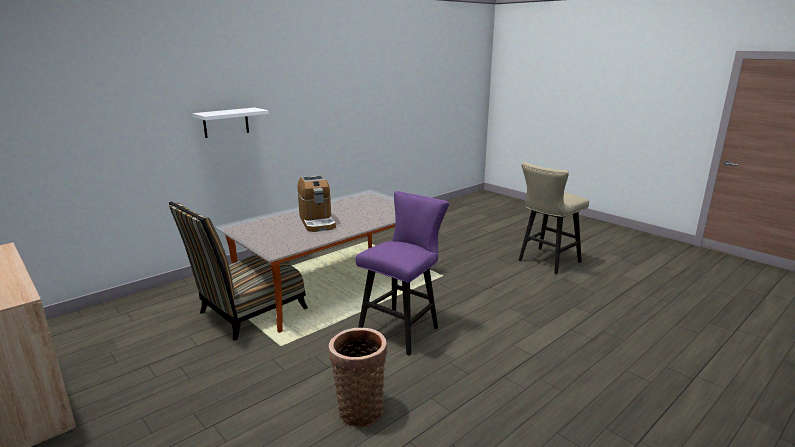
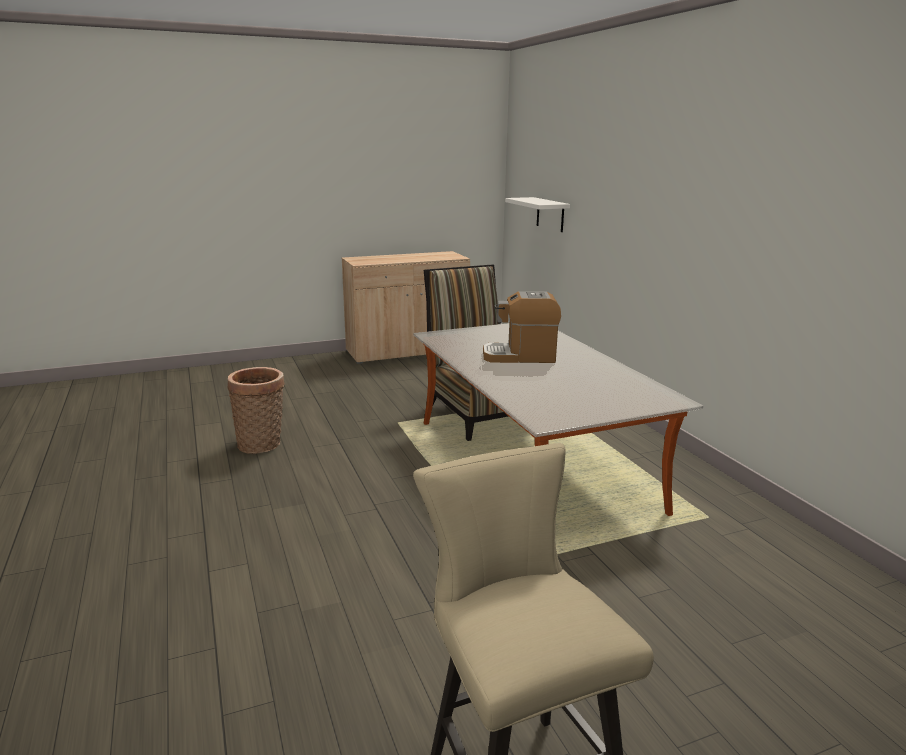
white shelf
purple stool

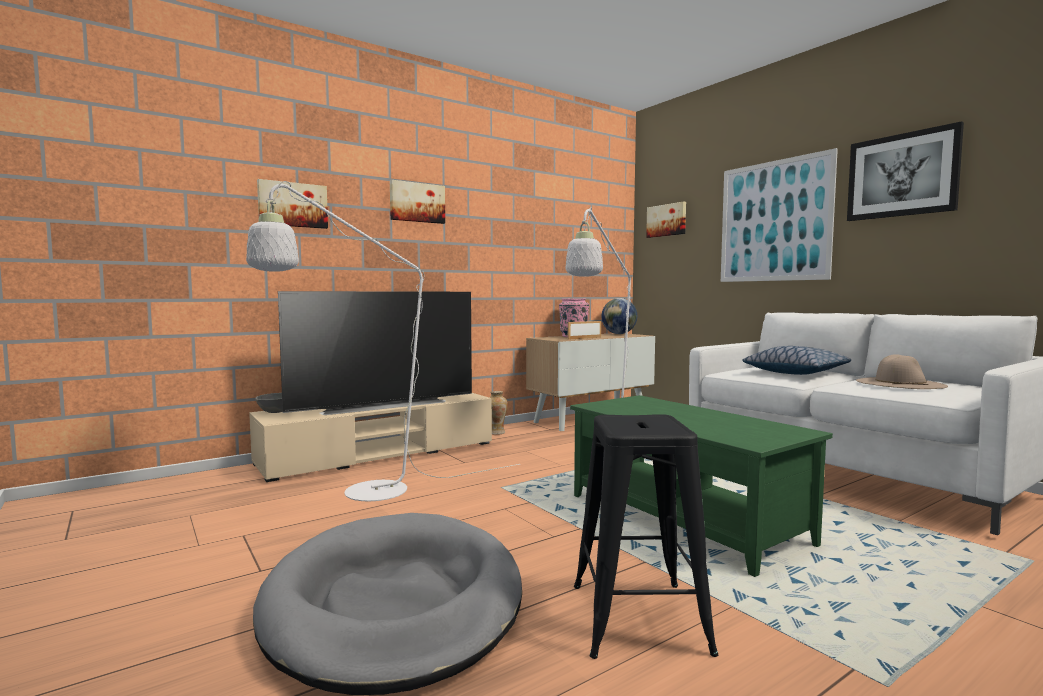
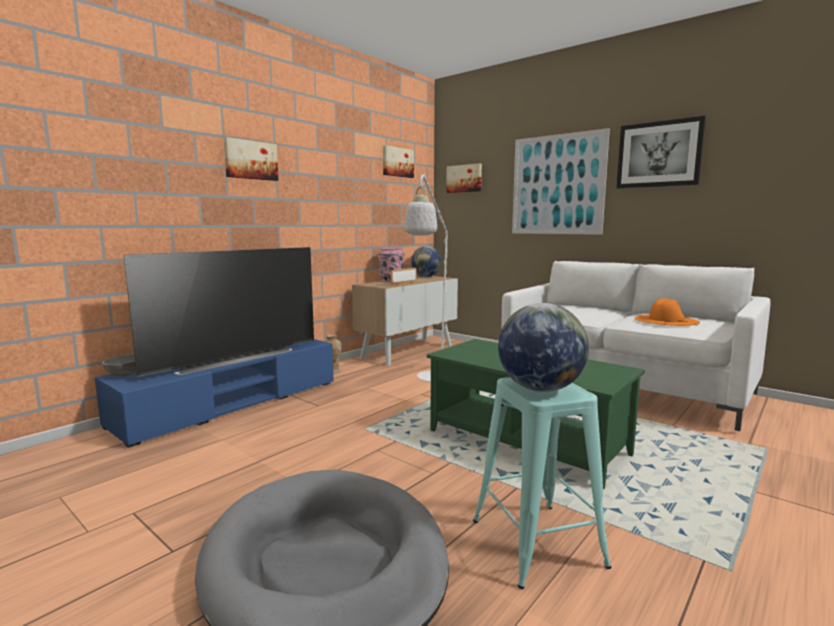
picture (no. 2 from left)
white floor lamp (no. 1 from left in the first image)
pillow
orange hat
blue tv stand
turquoise stool
globe (no. 2 from left)

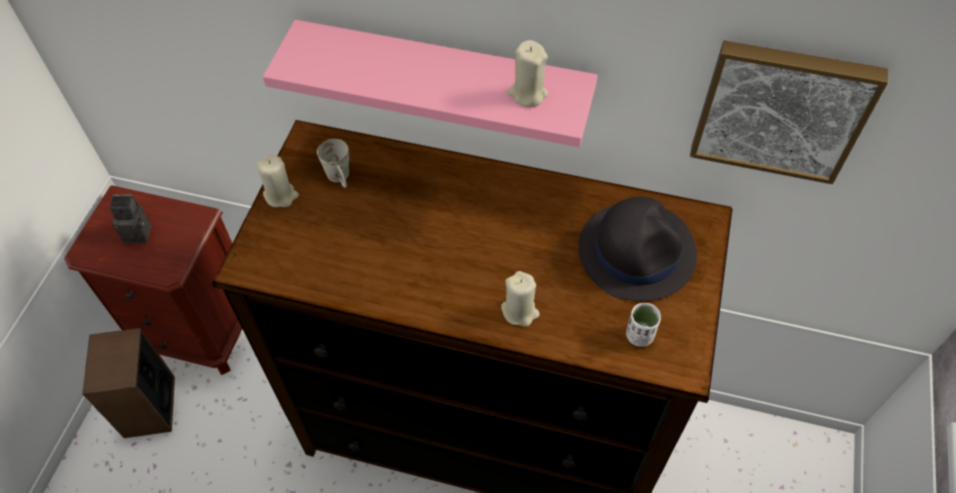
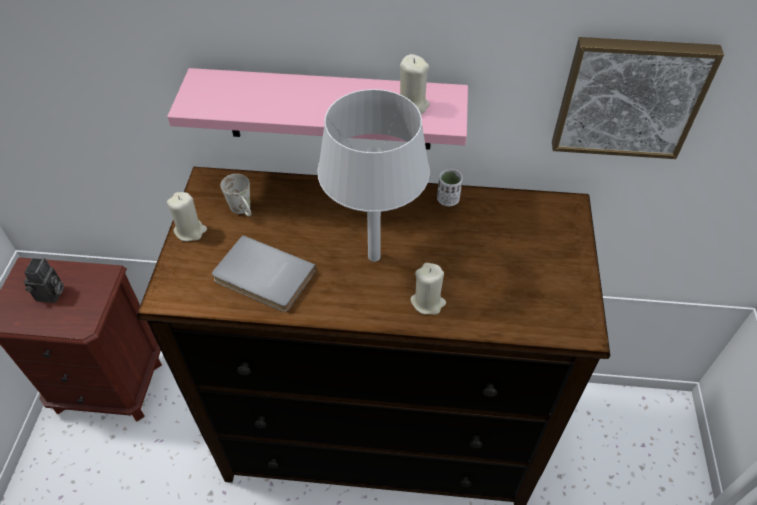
photo camera
black hat
white cup
speaker
grey table lamp
grey book

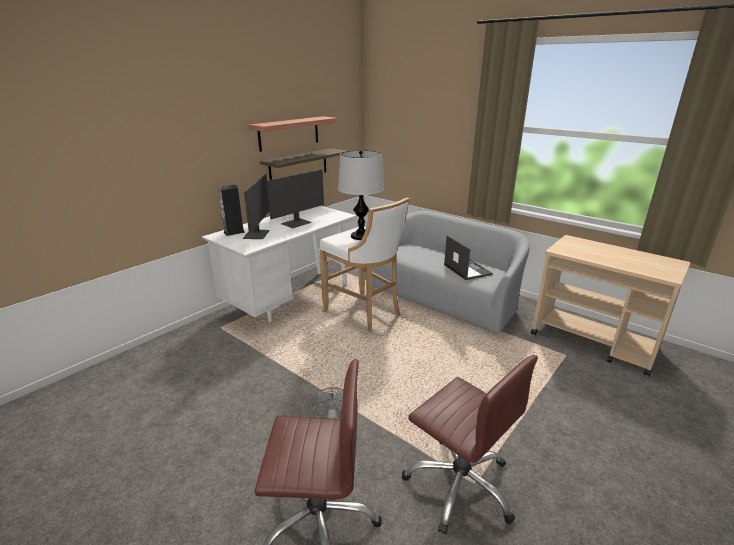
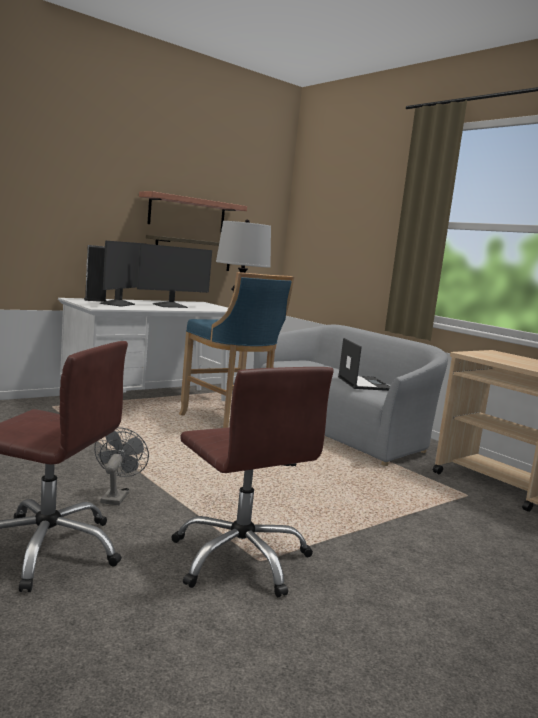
blue stool

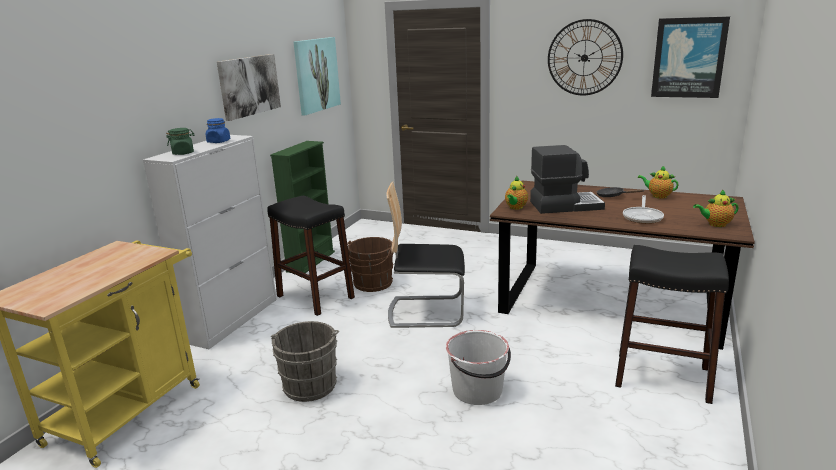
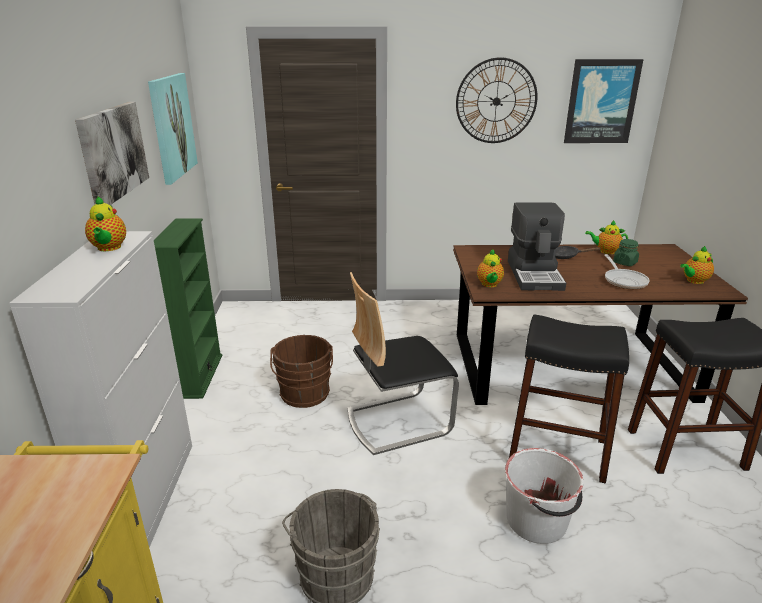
teapot (no. 1 from left)
green jar
coffee machine
black stool (no. 1 from left)

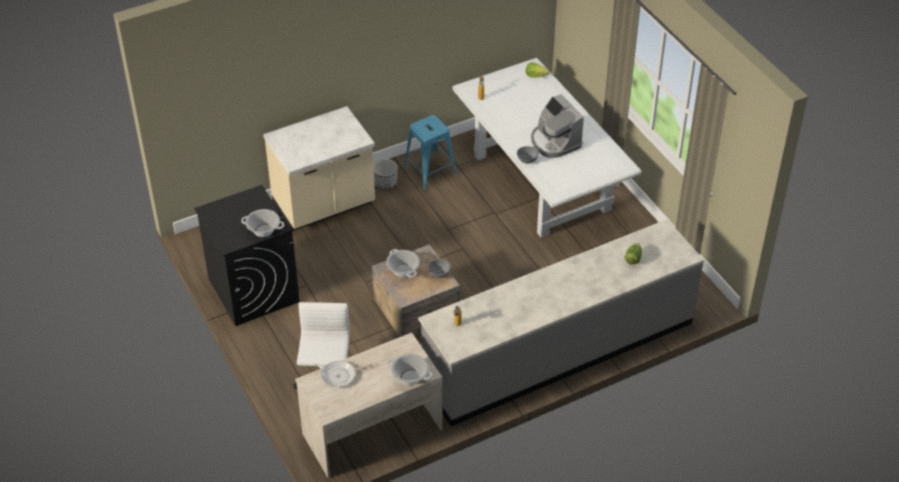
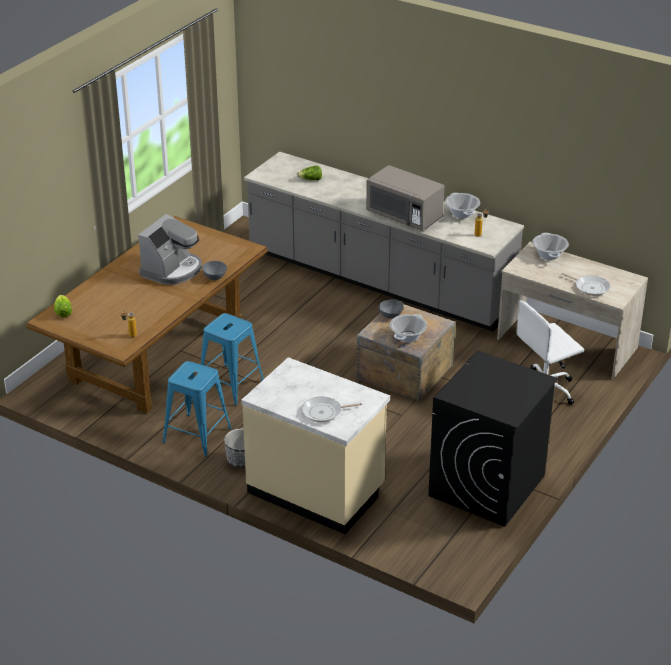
brown dining table
cooking pot (no. 2 from left)
grey microwave
blue stool (no. 2 from left)
frying pan (no. 1 from left)

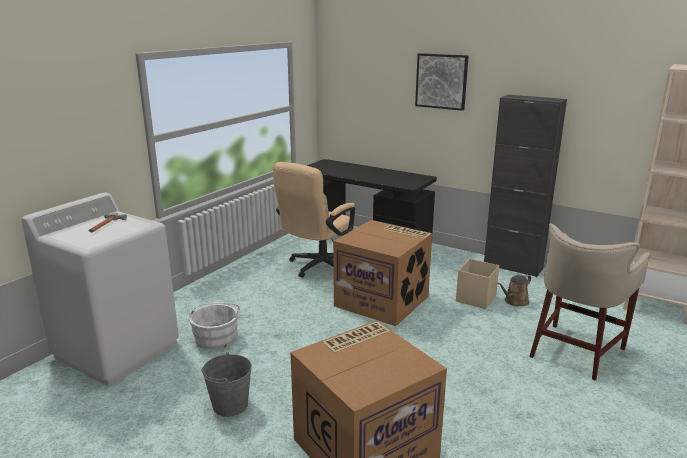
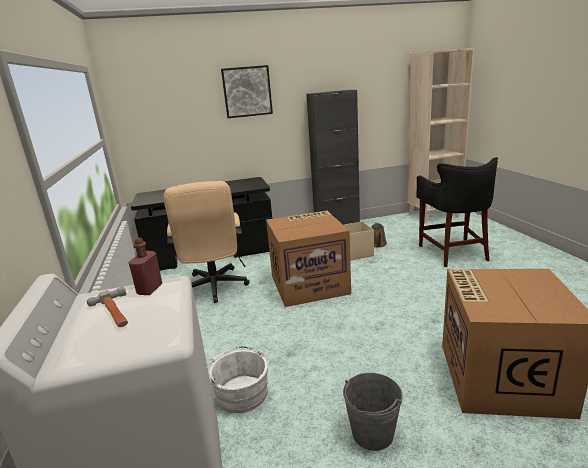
black stool
red bottle

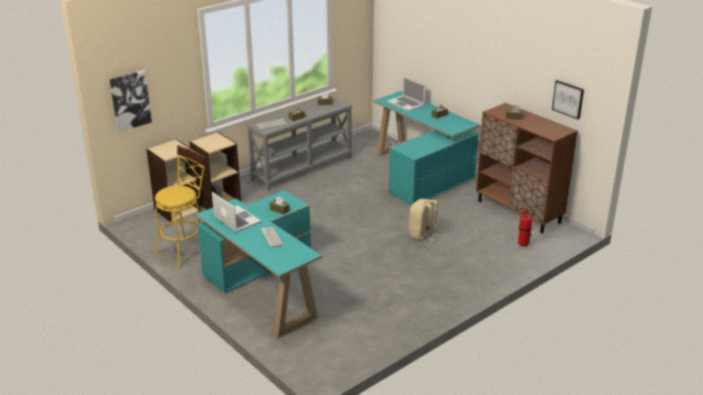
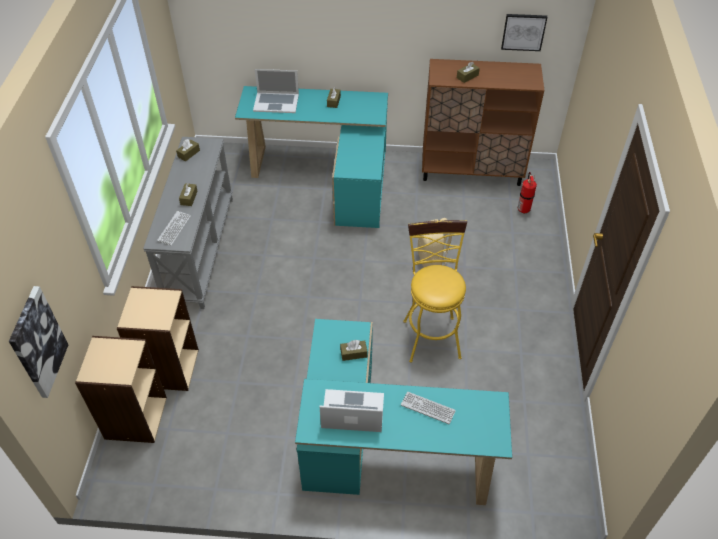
yellow stool

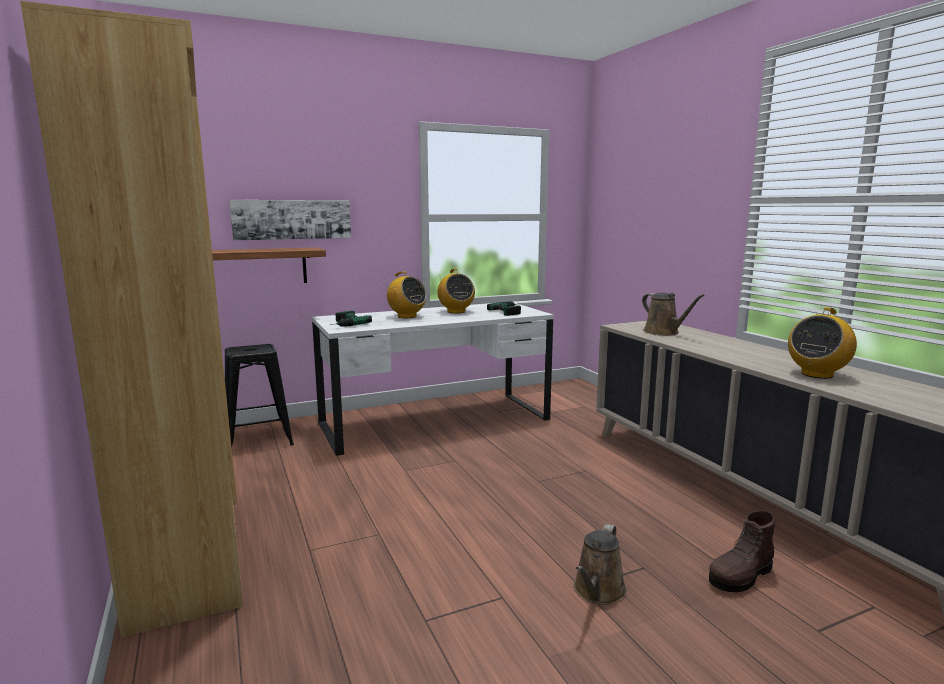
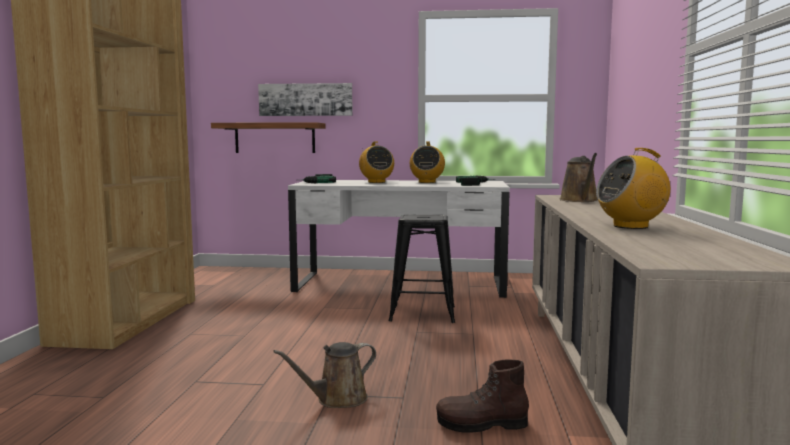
black stool

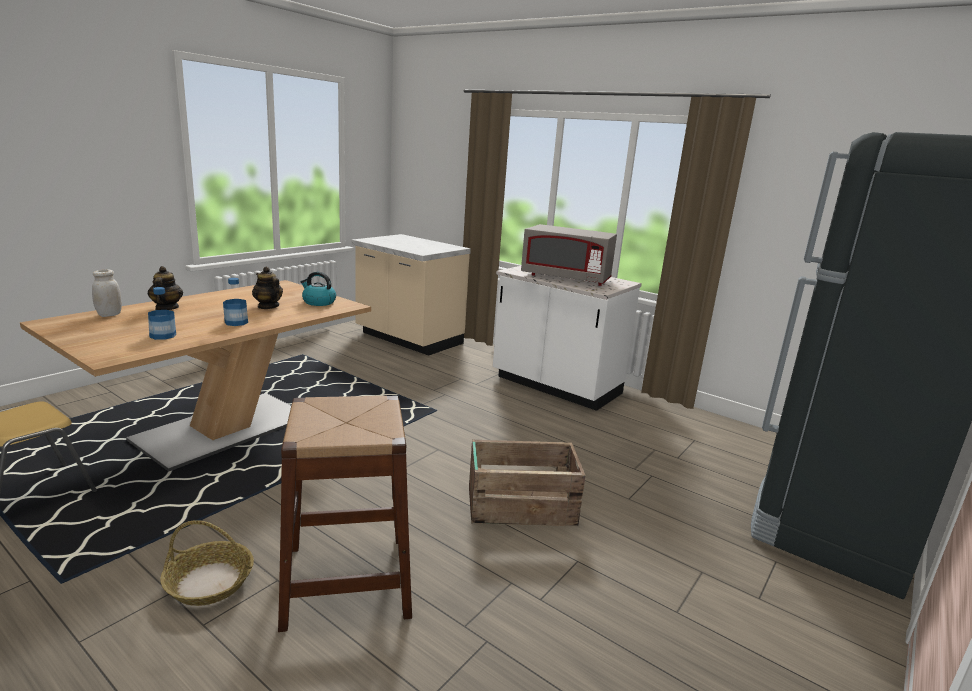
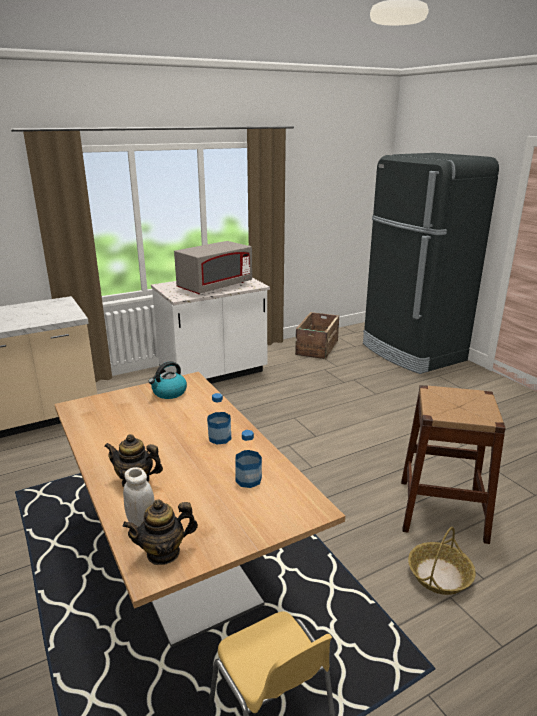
teapot (no. 2 from left)
crate

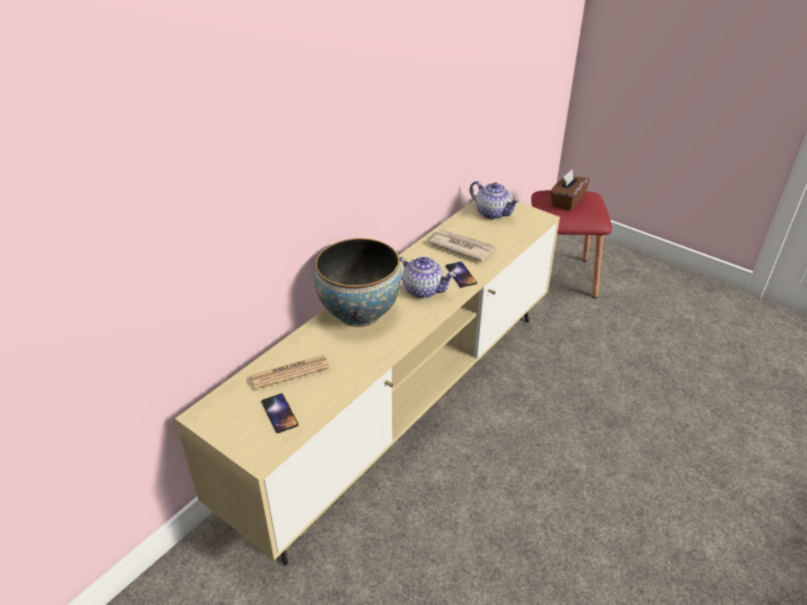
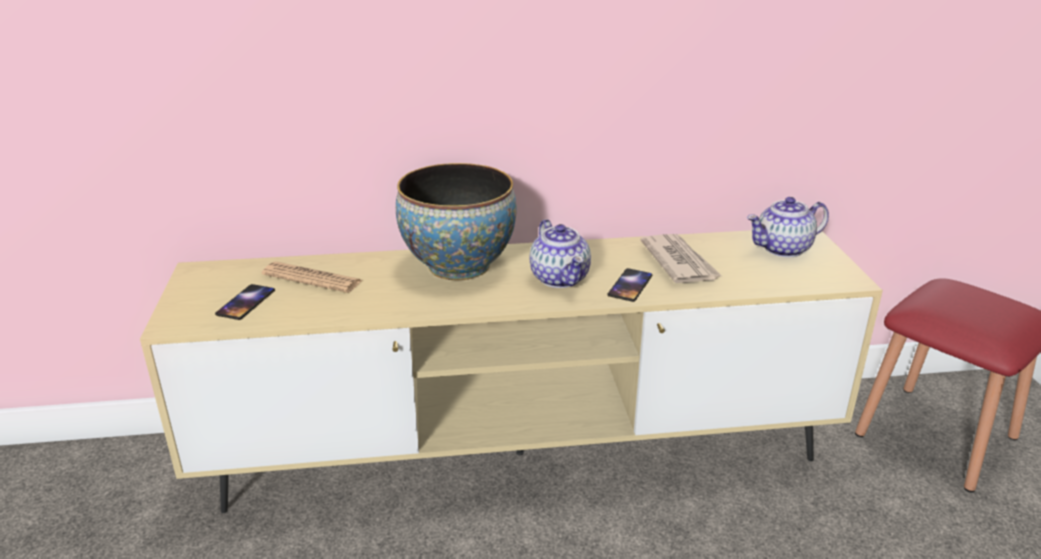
brown tissue box
teapot (no. 2 from left)

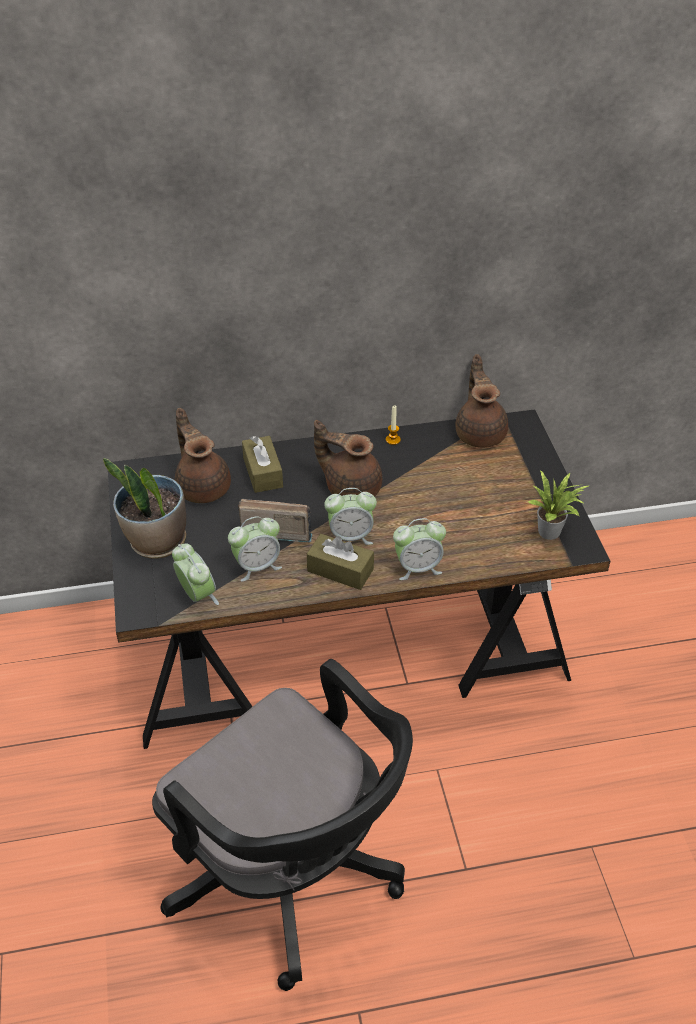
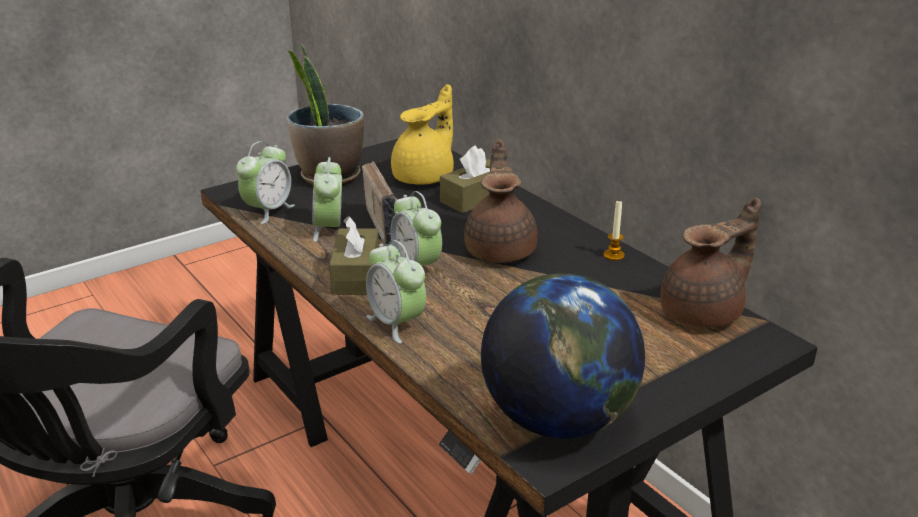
yellow teapot
globe
alarm clock (no. 2 from left)

